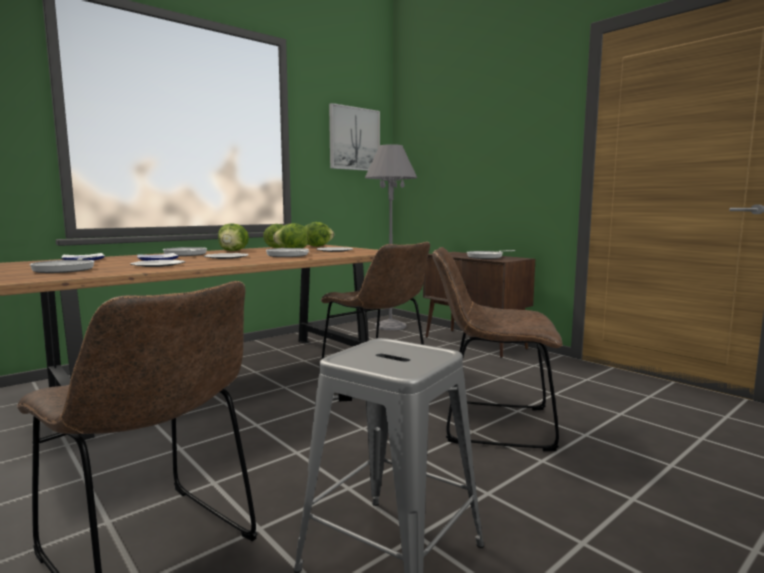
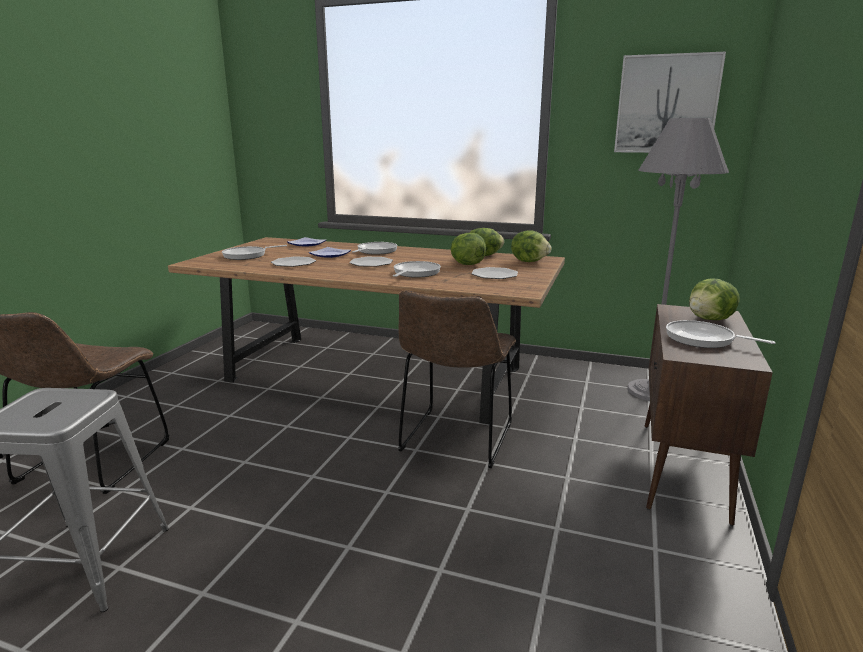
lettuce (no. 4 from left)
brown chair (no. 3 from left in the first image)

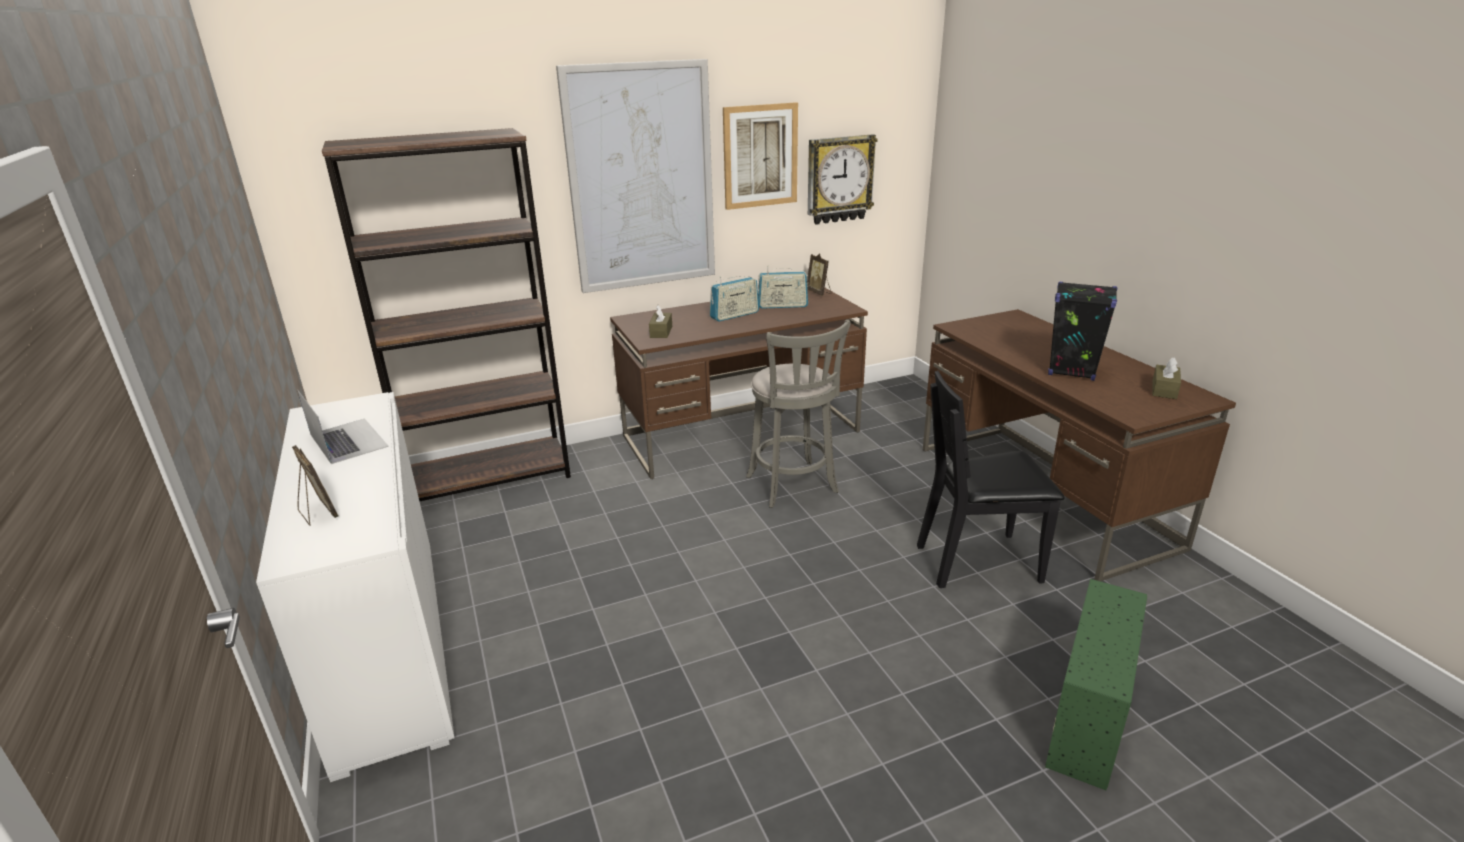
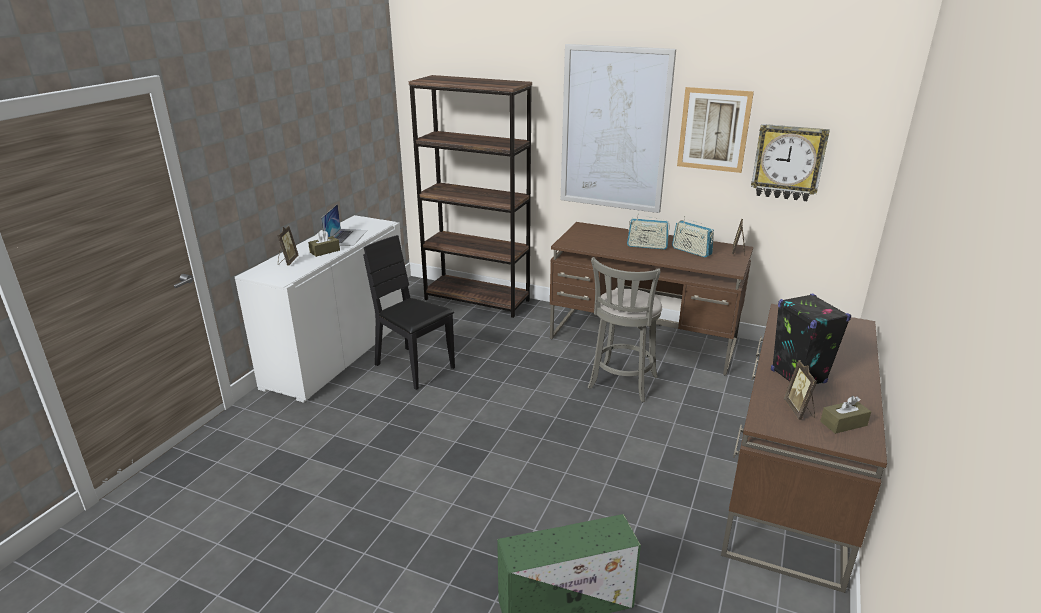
brown tissue box (no. 1 from left)
black chair
picture frame (no. 3 from left)

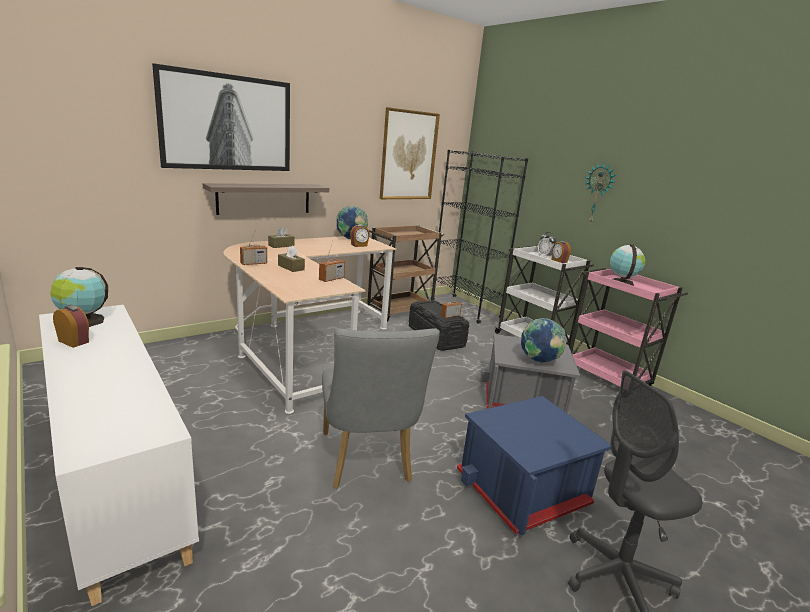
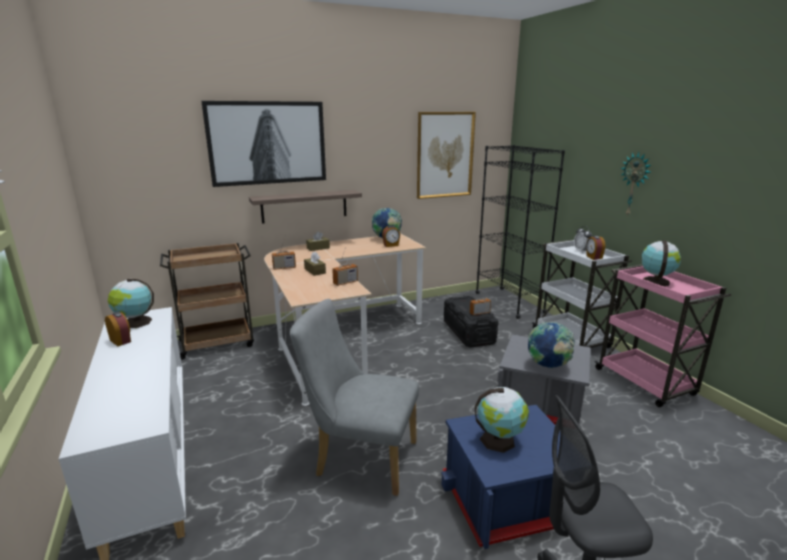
brown cart
grey chair
globe (no. 3 from left)

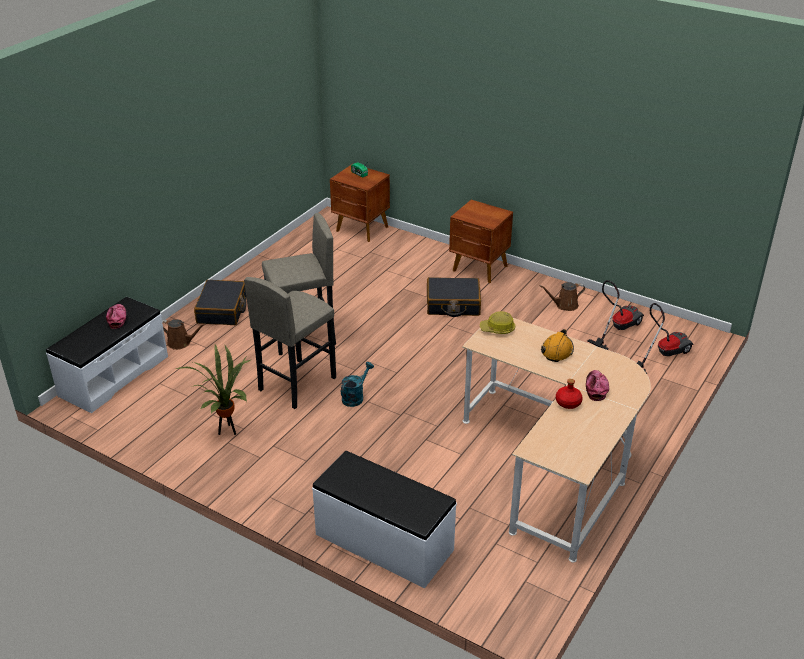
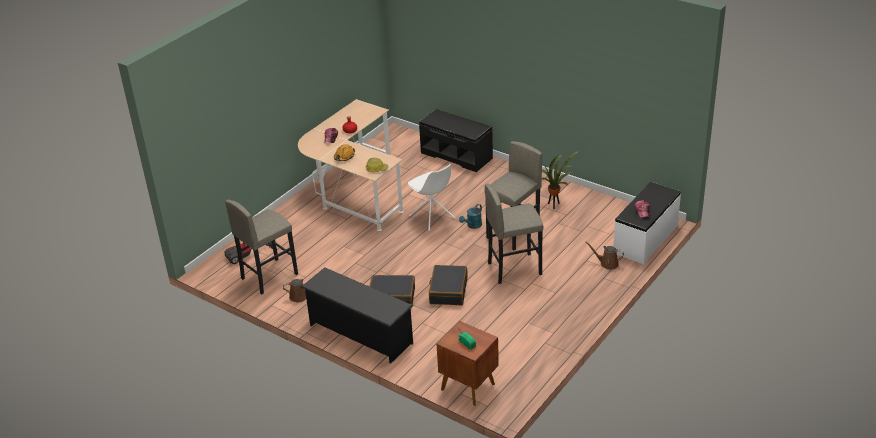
black shoe rack
black suitcase (no. 2 from left)
grey stool (no. 1 from left)
black bench
white chair

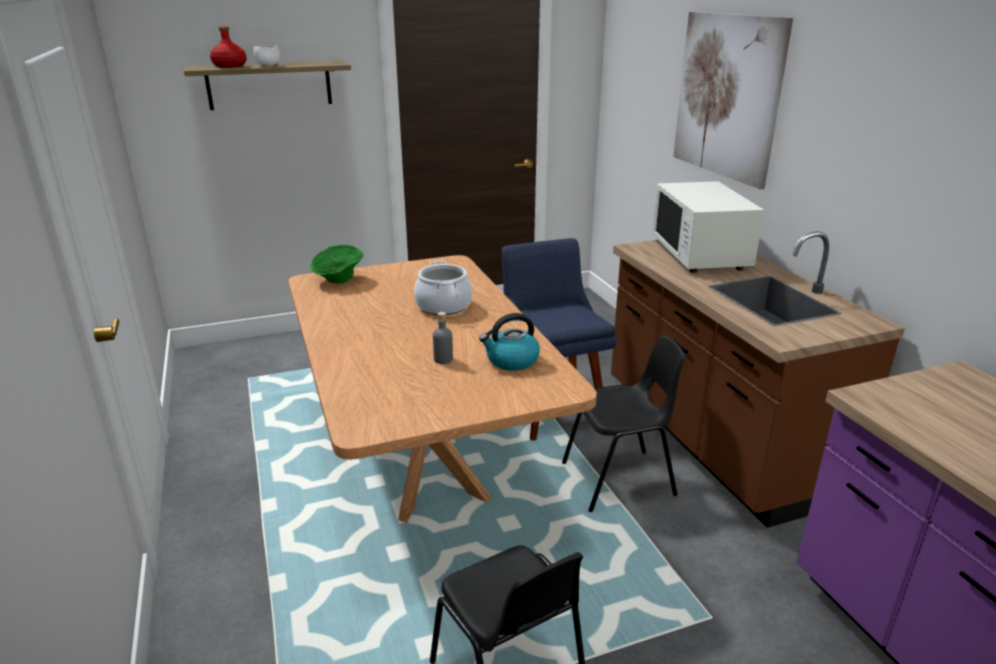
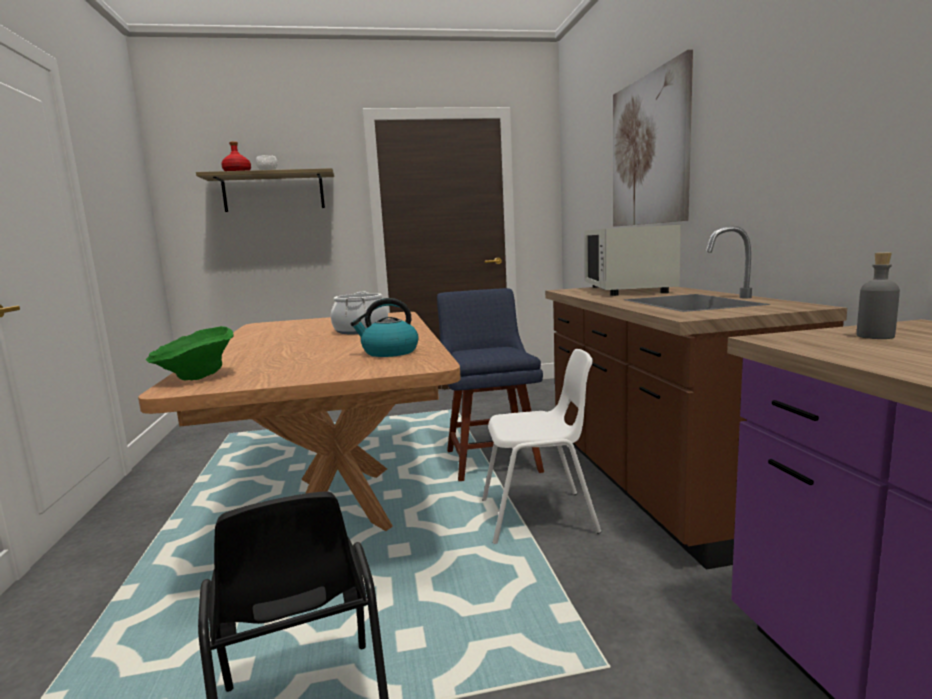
green bowl
grey bottle
white chair

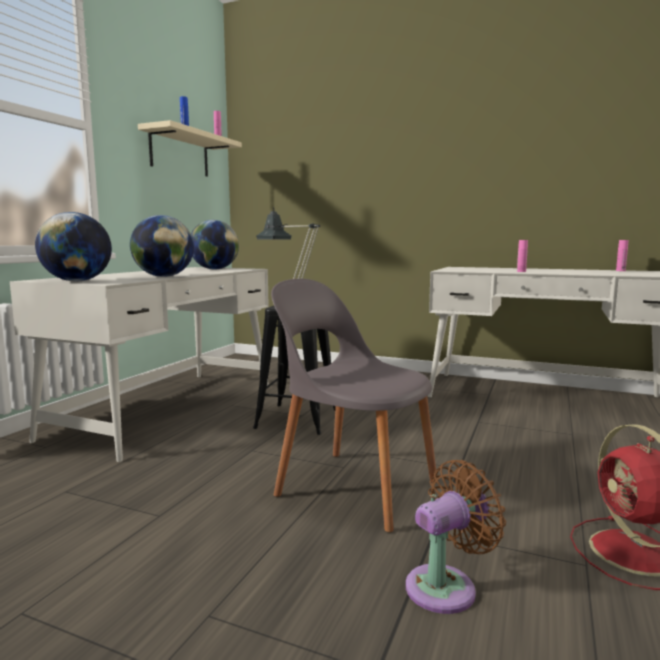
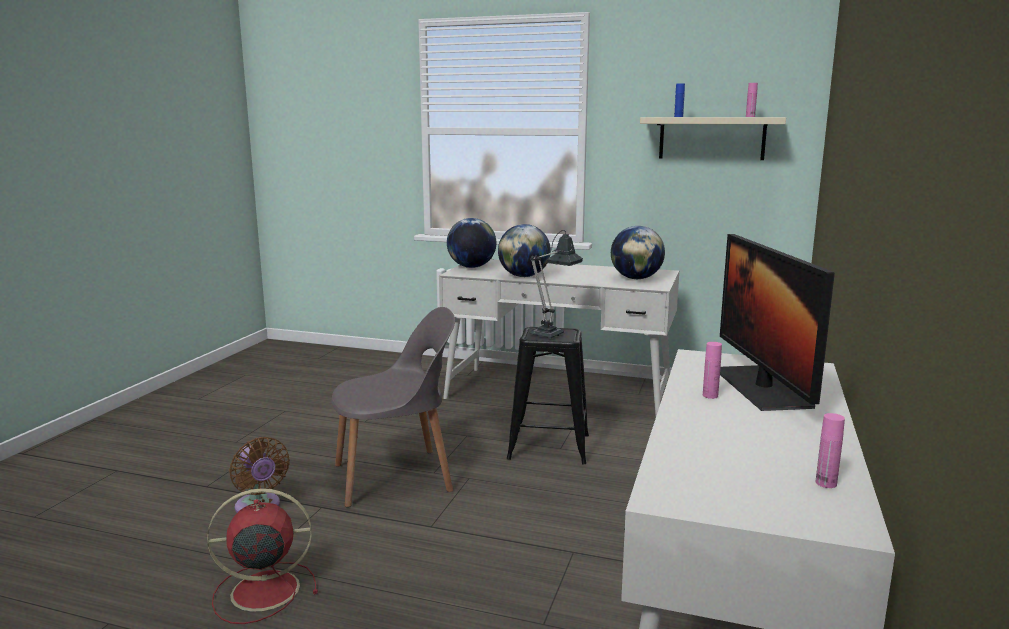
grey chair
monitor

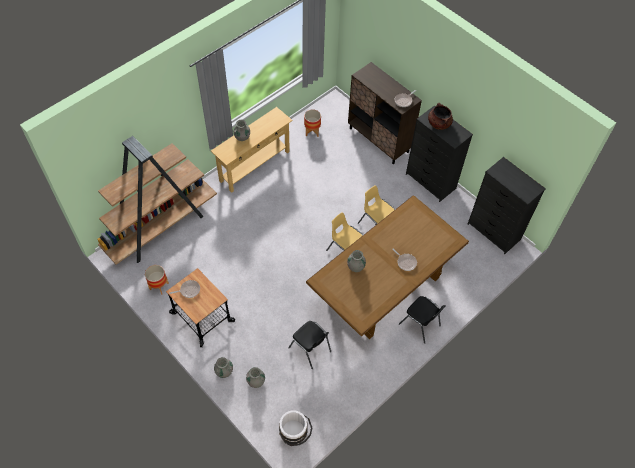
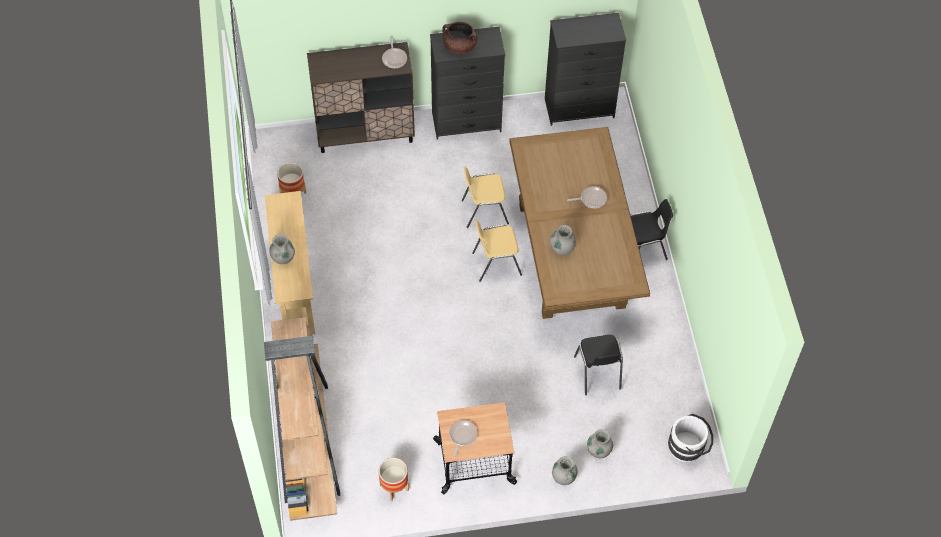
black chair (no. 1 from left)

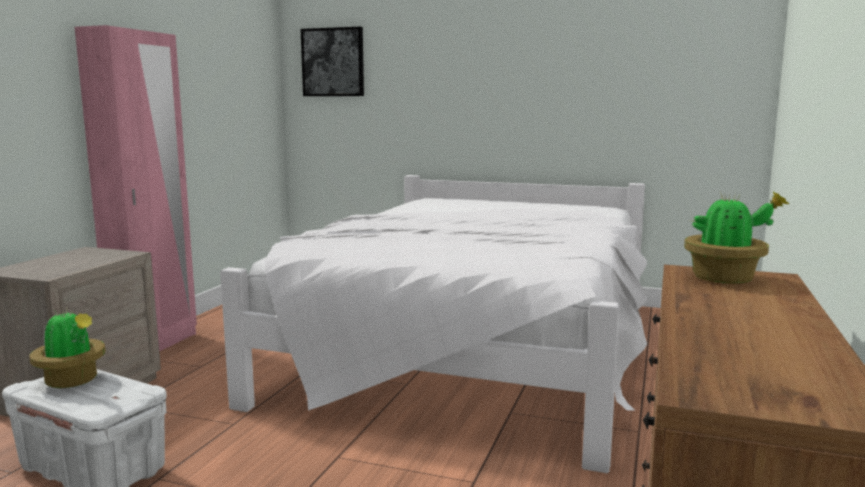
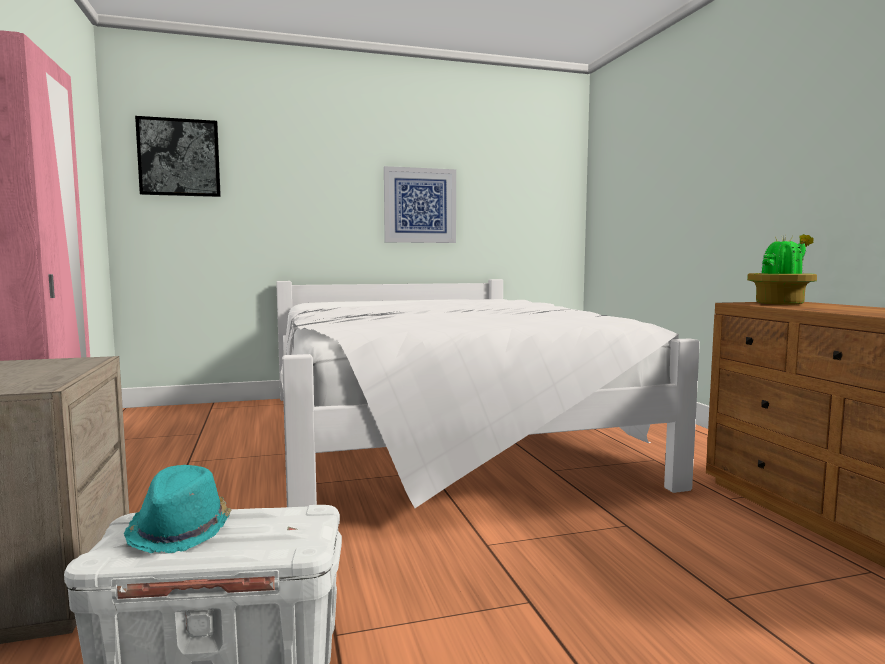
turquoise hat
picture (no. 2 from left)

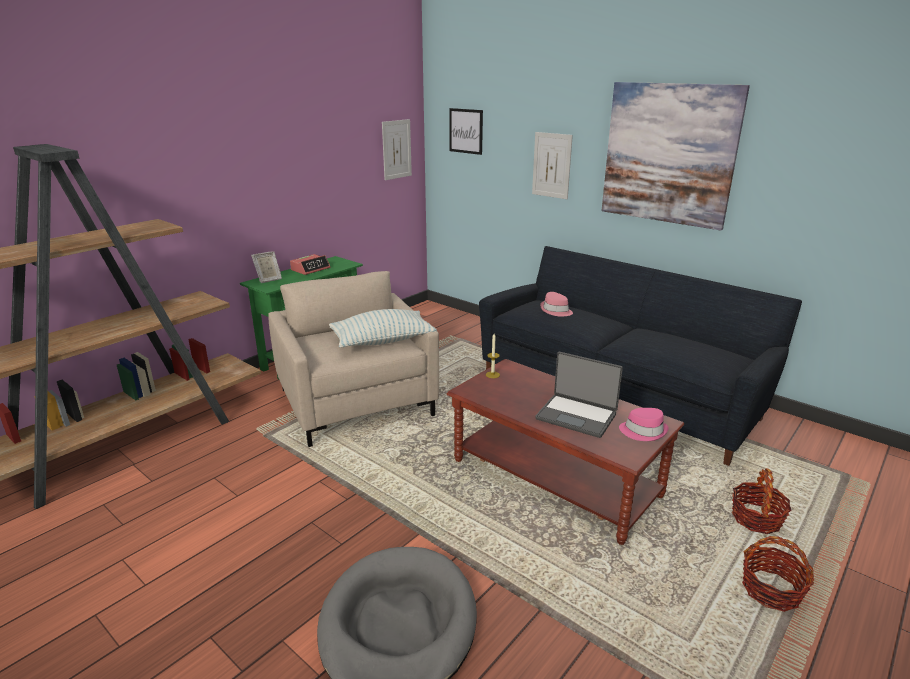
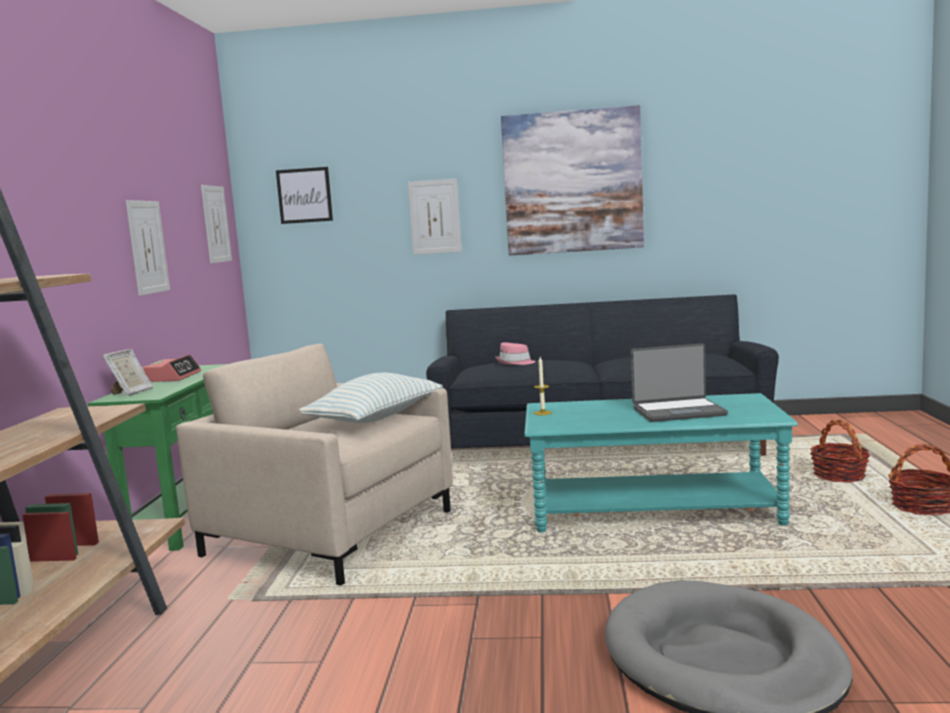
turquoise coffee table
pink hat (no. 2 from left in the first image)
picture (no. 1 from left)

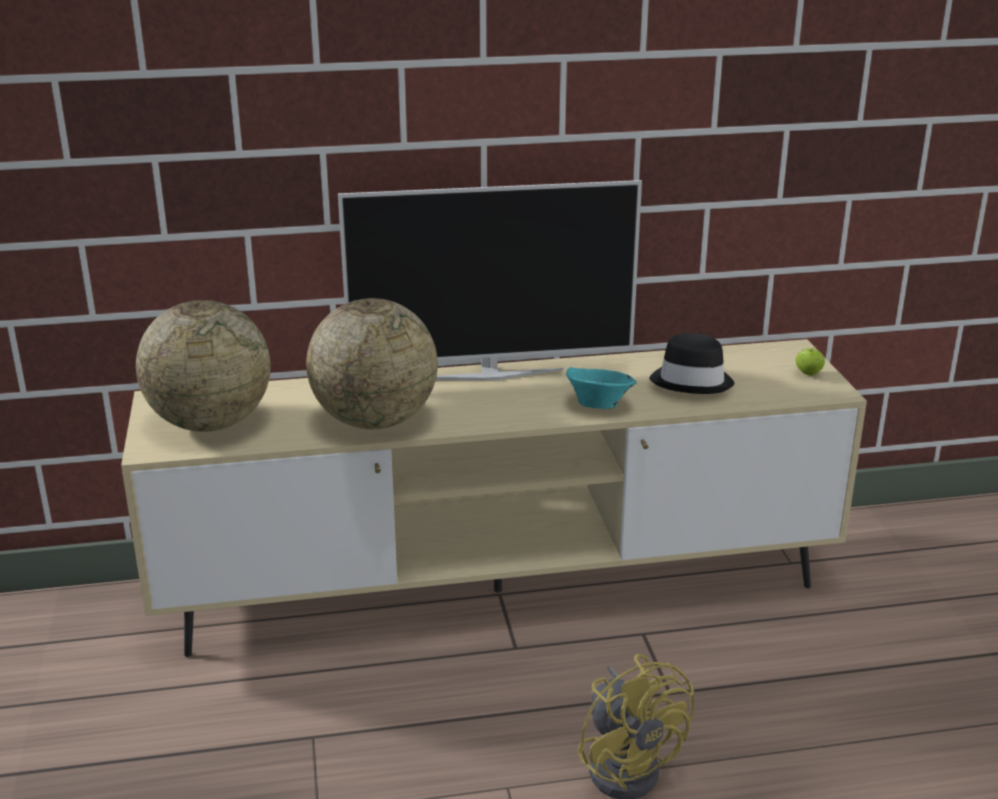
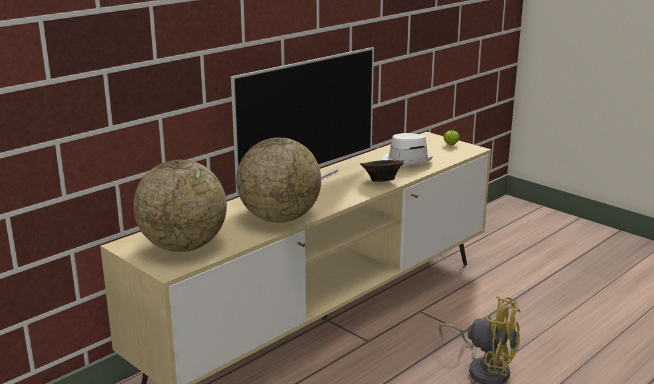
white hat
brown bowl

